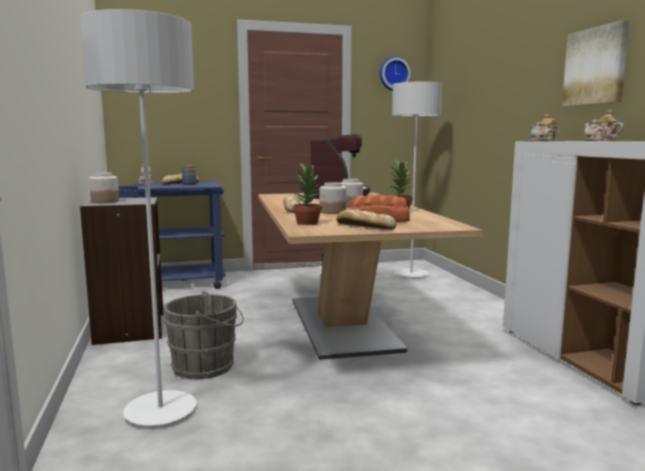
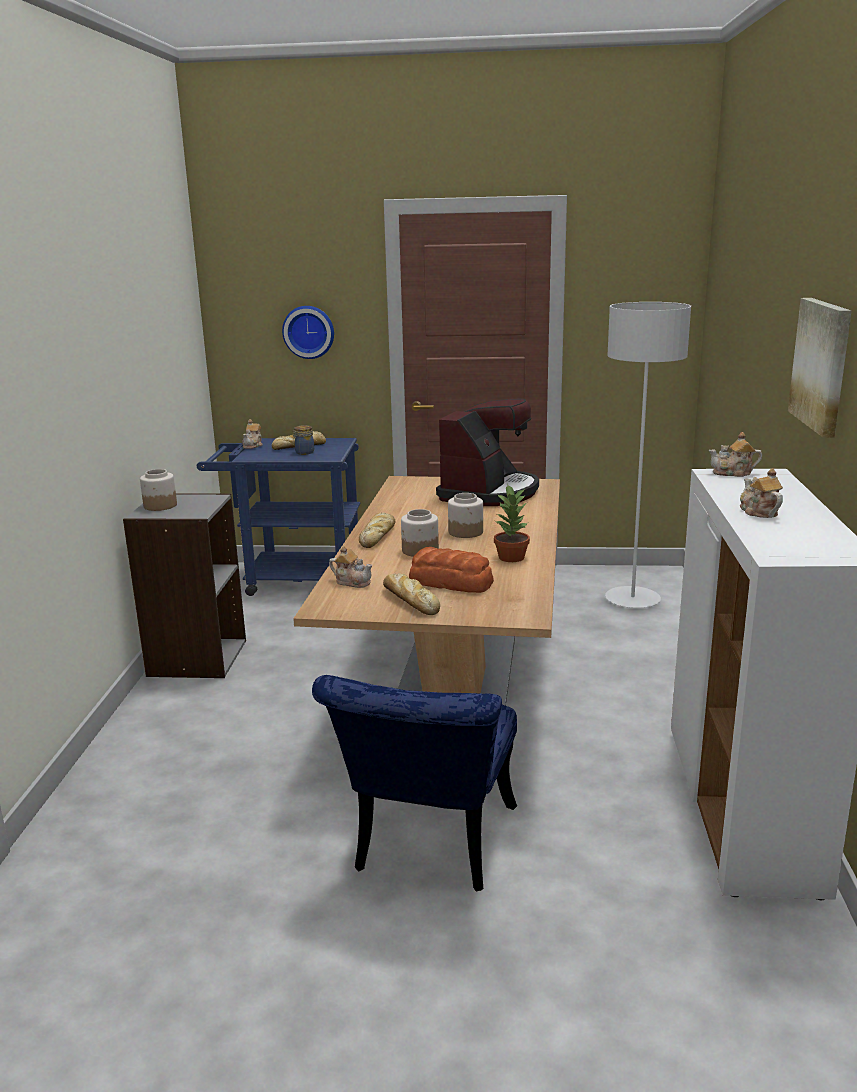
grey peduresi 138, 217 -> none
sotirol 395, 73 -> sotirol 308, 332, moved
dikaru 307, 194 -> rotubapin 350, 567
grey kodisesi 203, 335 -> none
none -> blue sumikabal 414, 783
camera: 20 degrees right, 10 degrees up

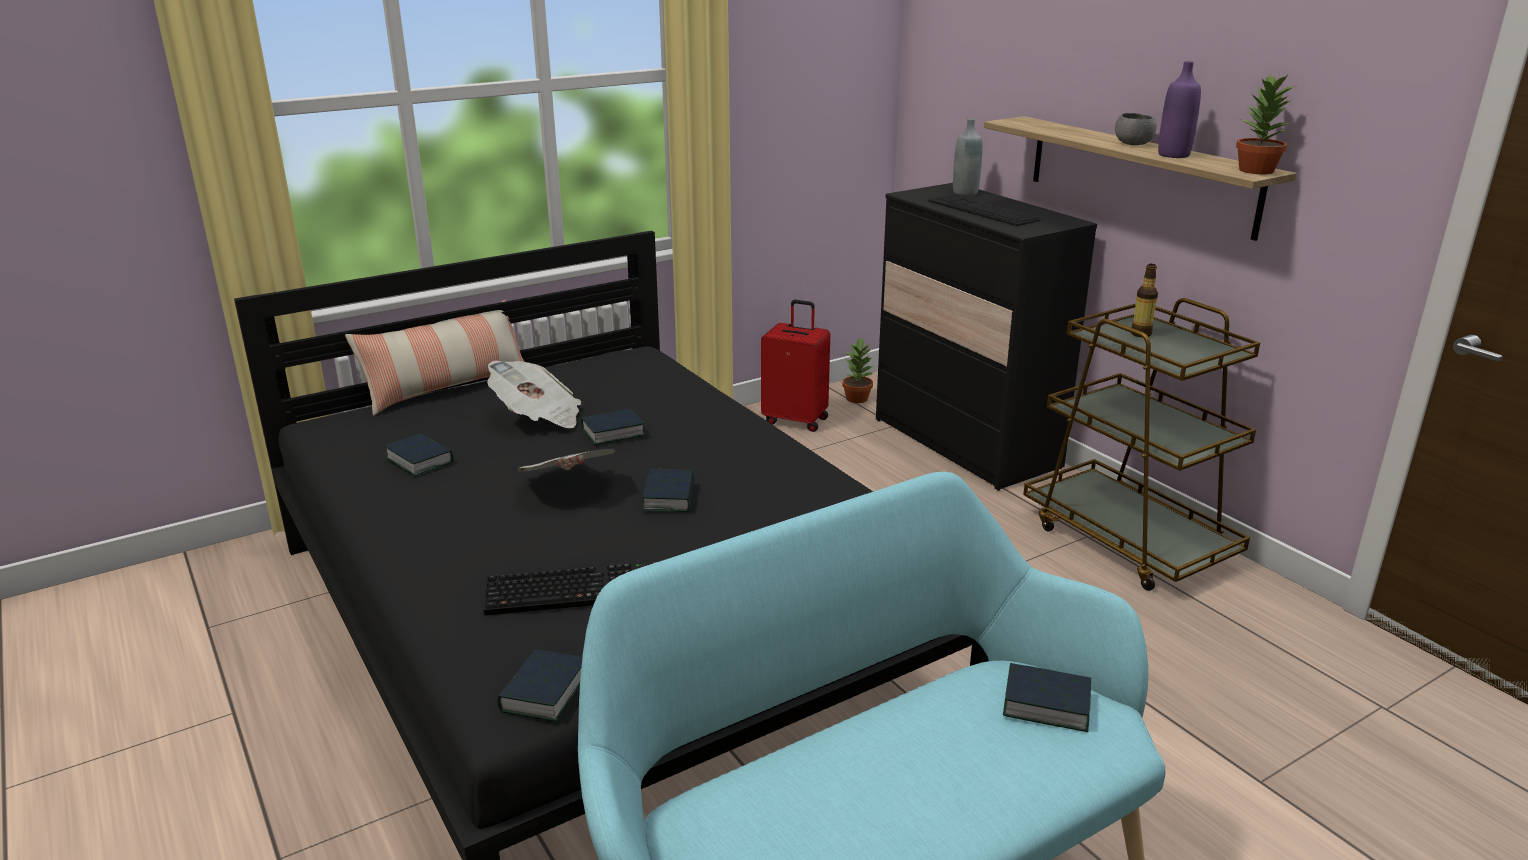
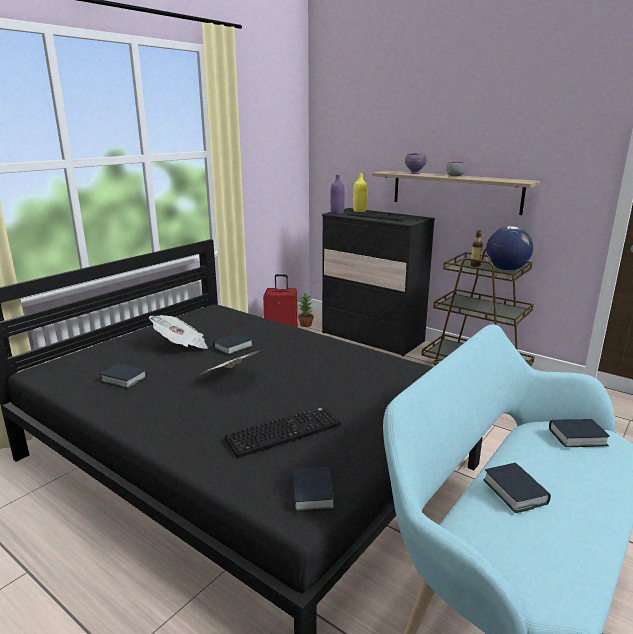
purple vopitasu 1179, 109 -> purple vopitasu 337, 194, moved
dikaru 1266, 124 -> none
grey vopitasu 968, 157 -> yellow vopitasu 360, 192
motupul 434, 358 -> none
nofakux 668, 490 -> nofakux 517, 488, moved
none -> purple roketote 416, 163
none -> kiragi 509, 248
camera: 20 degrees left, 5 degrees down

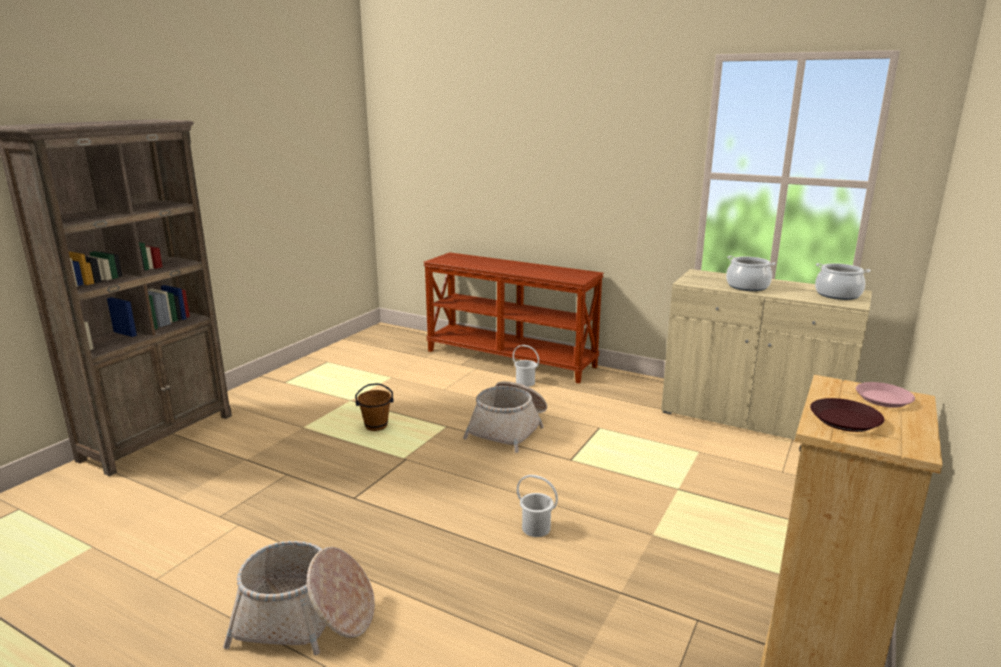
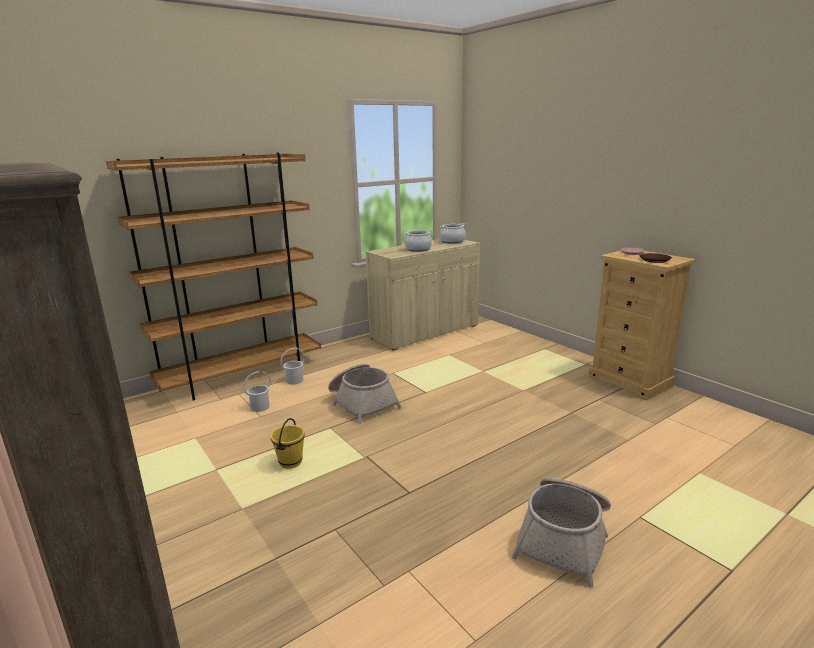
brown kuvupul 513, 318 -> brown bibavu 213, 277
brown kodisesi 374, 407 -> yellow kodisesi 288, 443
white kodisesi 537, 506 -> white kodisesi 257, 391, moved
camera: 65 degrees left, 0 degrees up

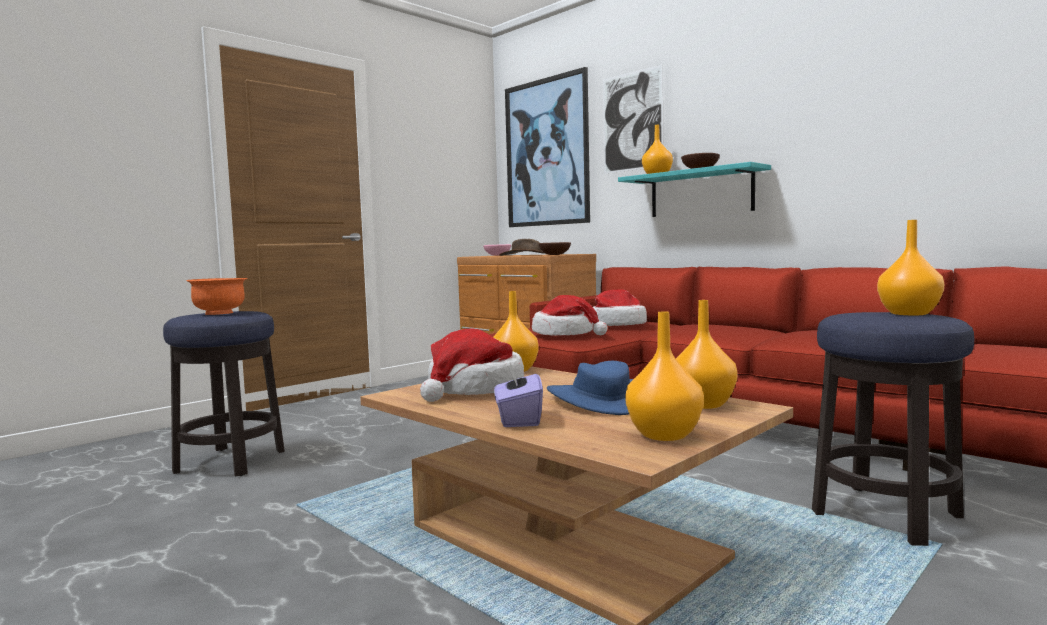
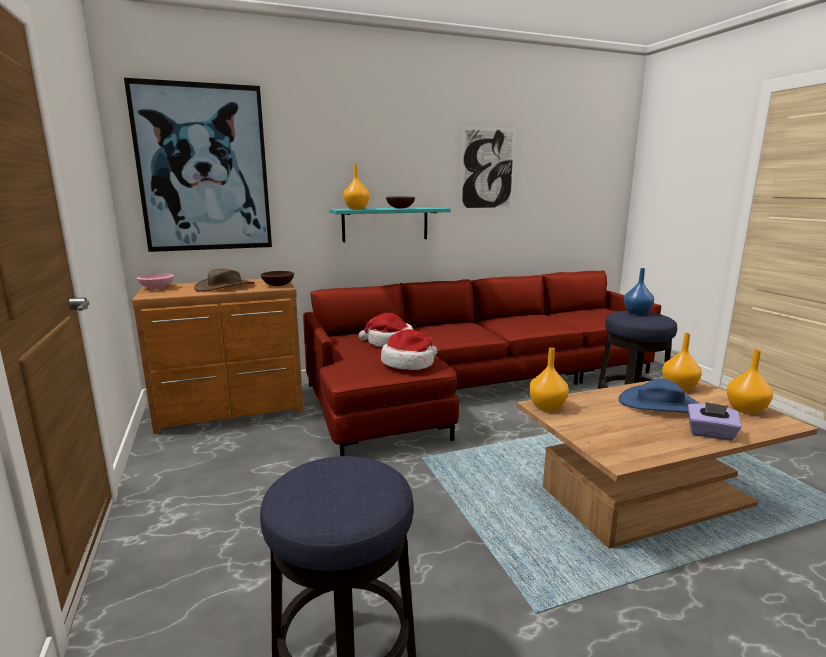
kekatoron 633, 119 -> kekatoron 488, 168, moved
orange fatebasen 910, 267 -> blue fatebasen 639, 291
orange roketote 216, 296 -> none
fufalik 472, 365 -> none
camera: 65 degrees left, 10 degrees up

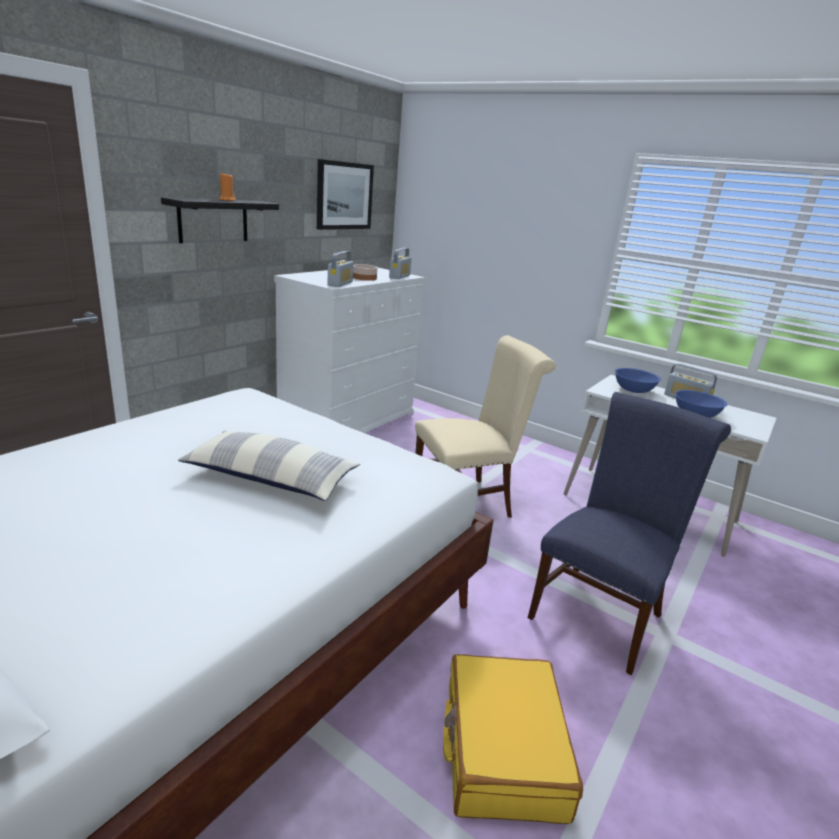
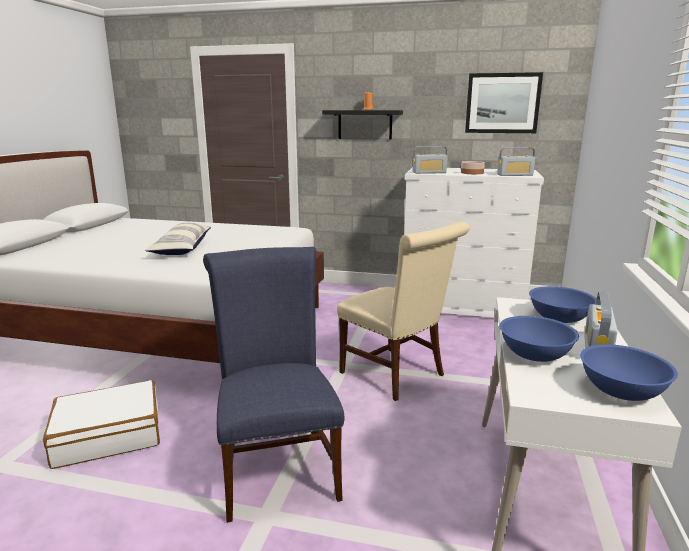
blue sumikabal 629, 533 -> blue sumikabal 274, 385, 120 degrees counterclockwise
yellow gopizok 513, 739 -> white gopizok 101, 424
none -> blue roketote 629, 372
camera: 70 degrees right, 5 degrees down

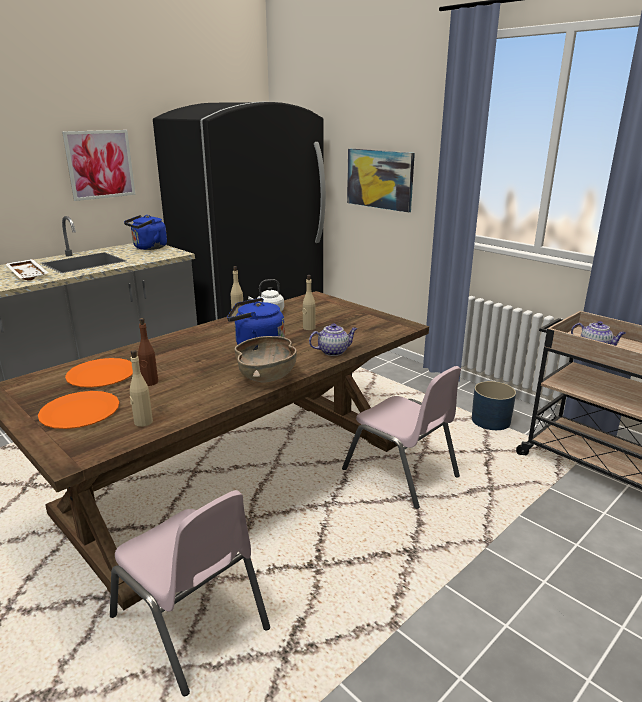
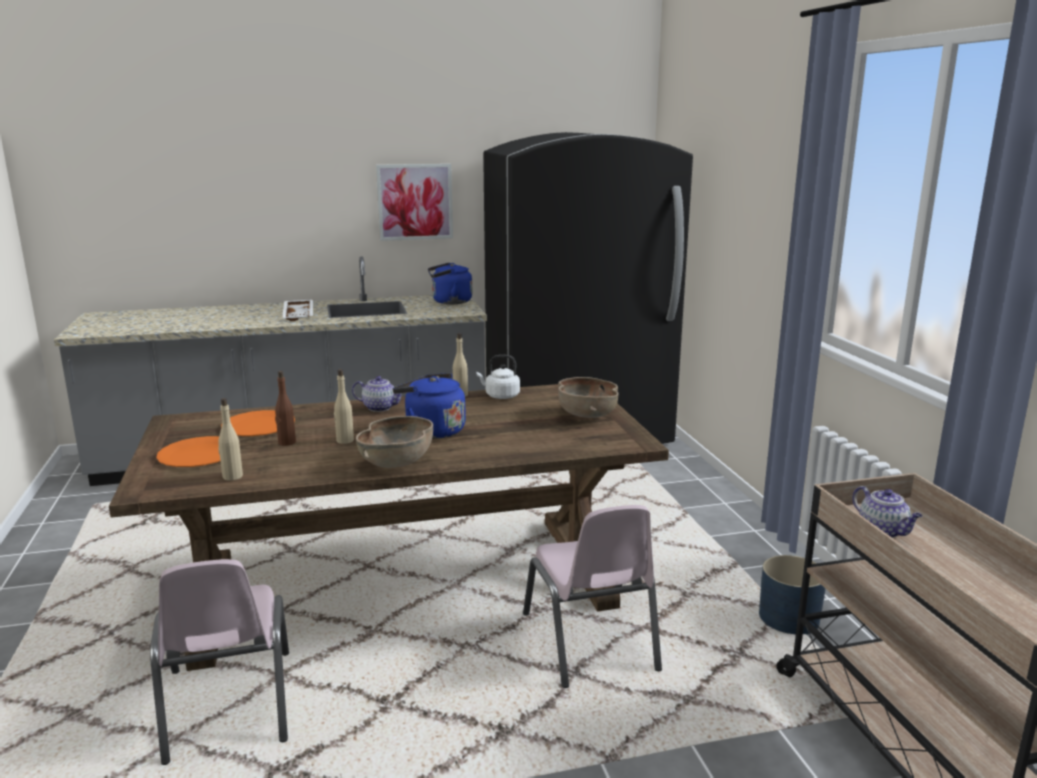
kekatoron 381, 180 -> none
beige vopitasu 309, 302 -> beige vopitasu 344, 406, moved
rotubapin 333, 339 -> rotubapin 377, 394, moved
none -> brown roketote 588, 397
camera: 30 degrees right, 5 degrees down

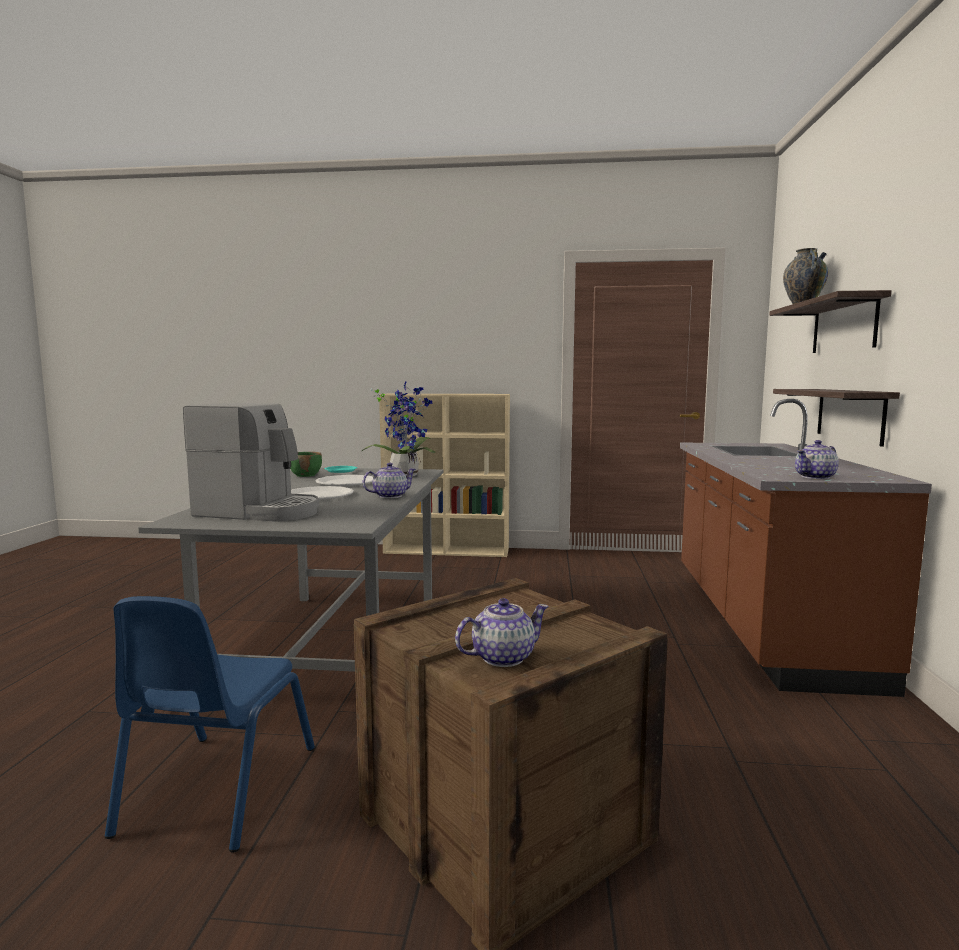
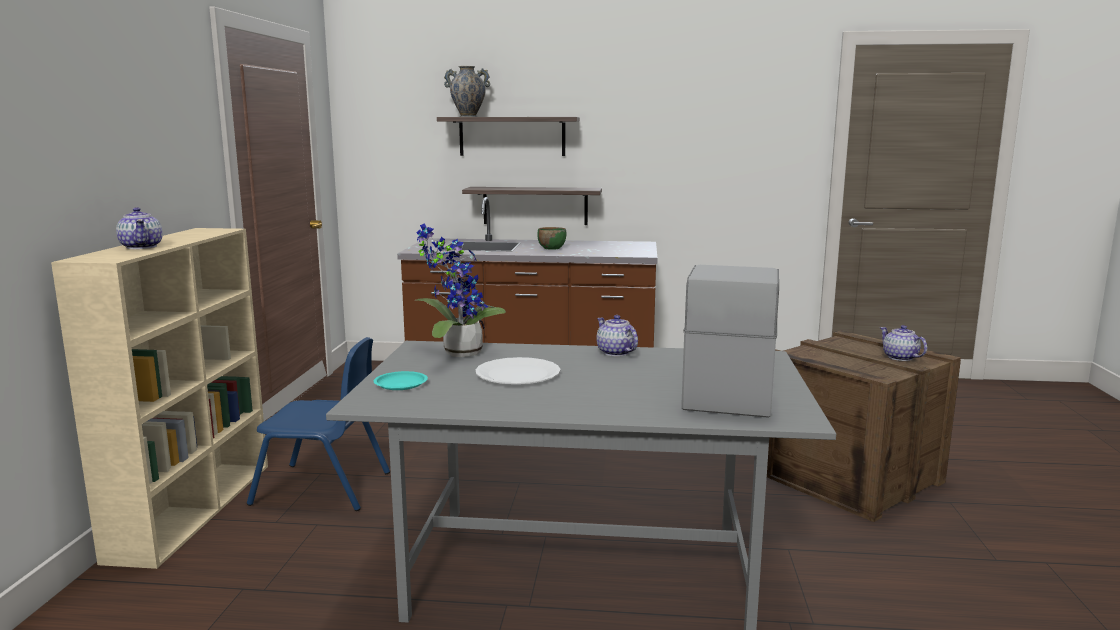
rotubapin 817, 459 -> rotubapin 139, 228, moved
green roketote 306, 464 -> green roketote 551, 238, moved
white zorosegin 322, 493 -> none
blue sumikabal 210, 724 -> blue sumikabal 318, 424, moved
camera: 90 degrees left, 5 degrees up

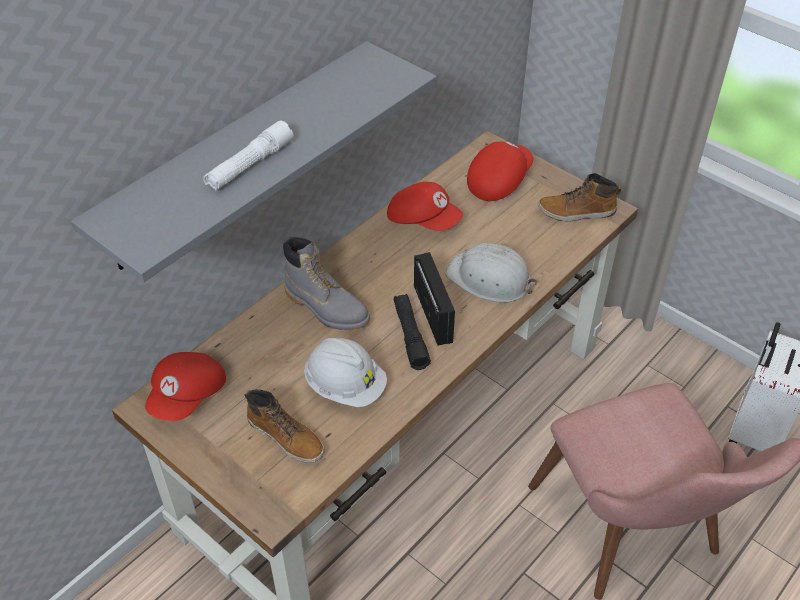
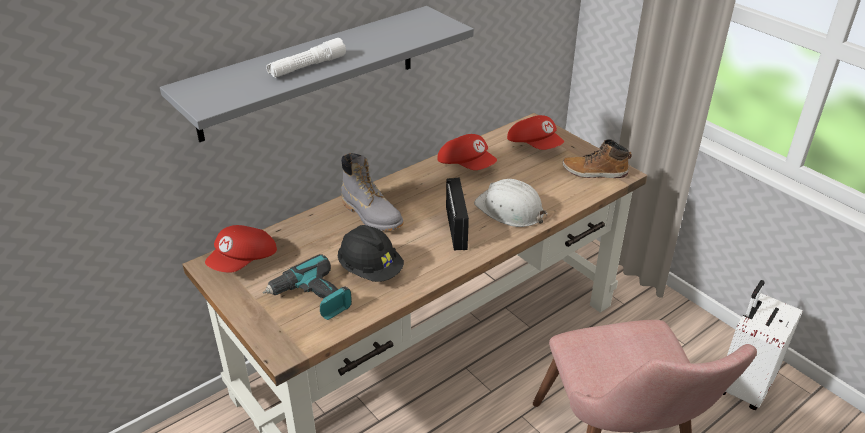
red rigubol 500, 171 -> red rigubol 535, 132, 90 degrees clockwise
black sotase 412, 332 -> none
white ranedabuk 345, 372 -> black ranedabuk 371, 253
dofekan 284, 426 -> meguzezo 307, 287
camera: 10 degrees right, 10 degrees down

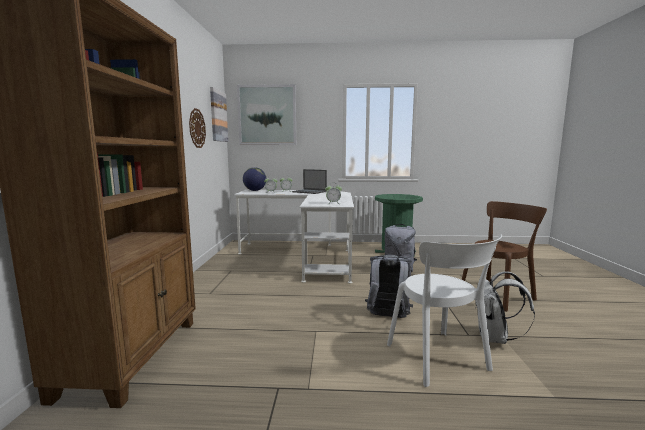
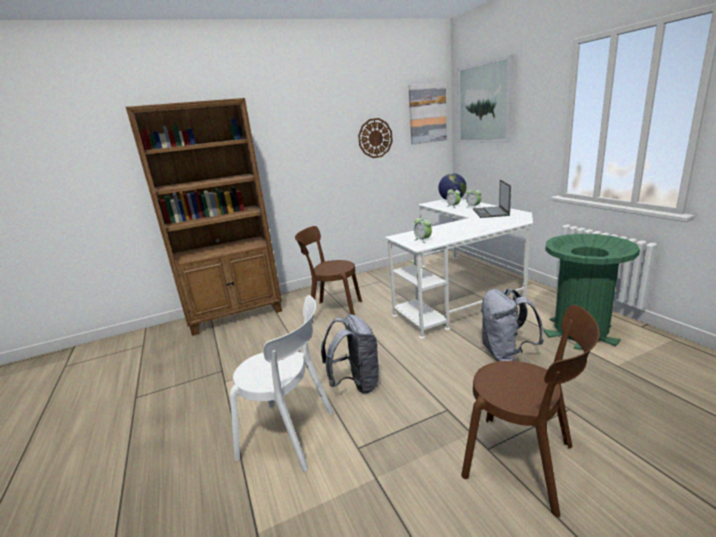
white sumikabal 444, 310 -> white sumikabal 282, 383, 120 degrees counterclockwise
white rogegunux 505, 307 -> none
none -> brown sumikabal 328, 275
camera: 65 degrees right, 10 degrees up

